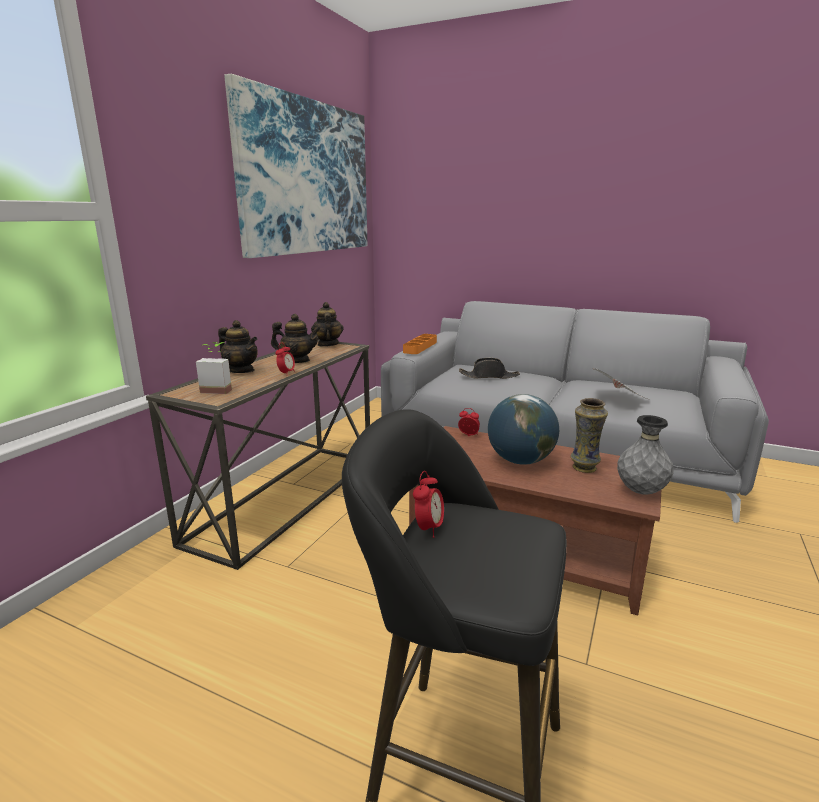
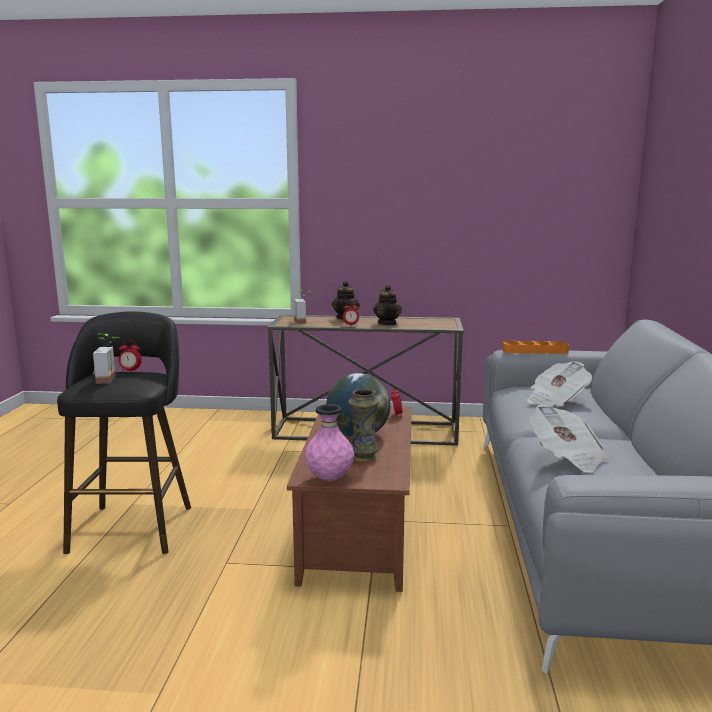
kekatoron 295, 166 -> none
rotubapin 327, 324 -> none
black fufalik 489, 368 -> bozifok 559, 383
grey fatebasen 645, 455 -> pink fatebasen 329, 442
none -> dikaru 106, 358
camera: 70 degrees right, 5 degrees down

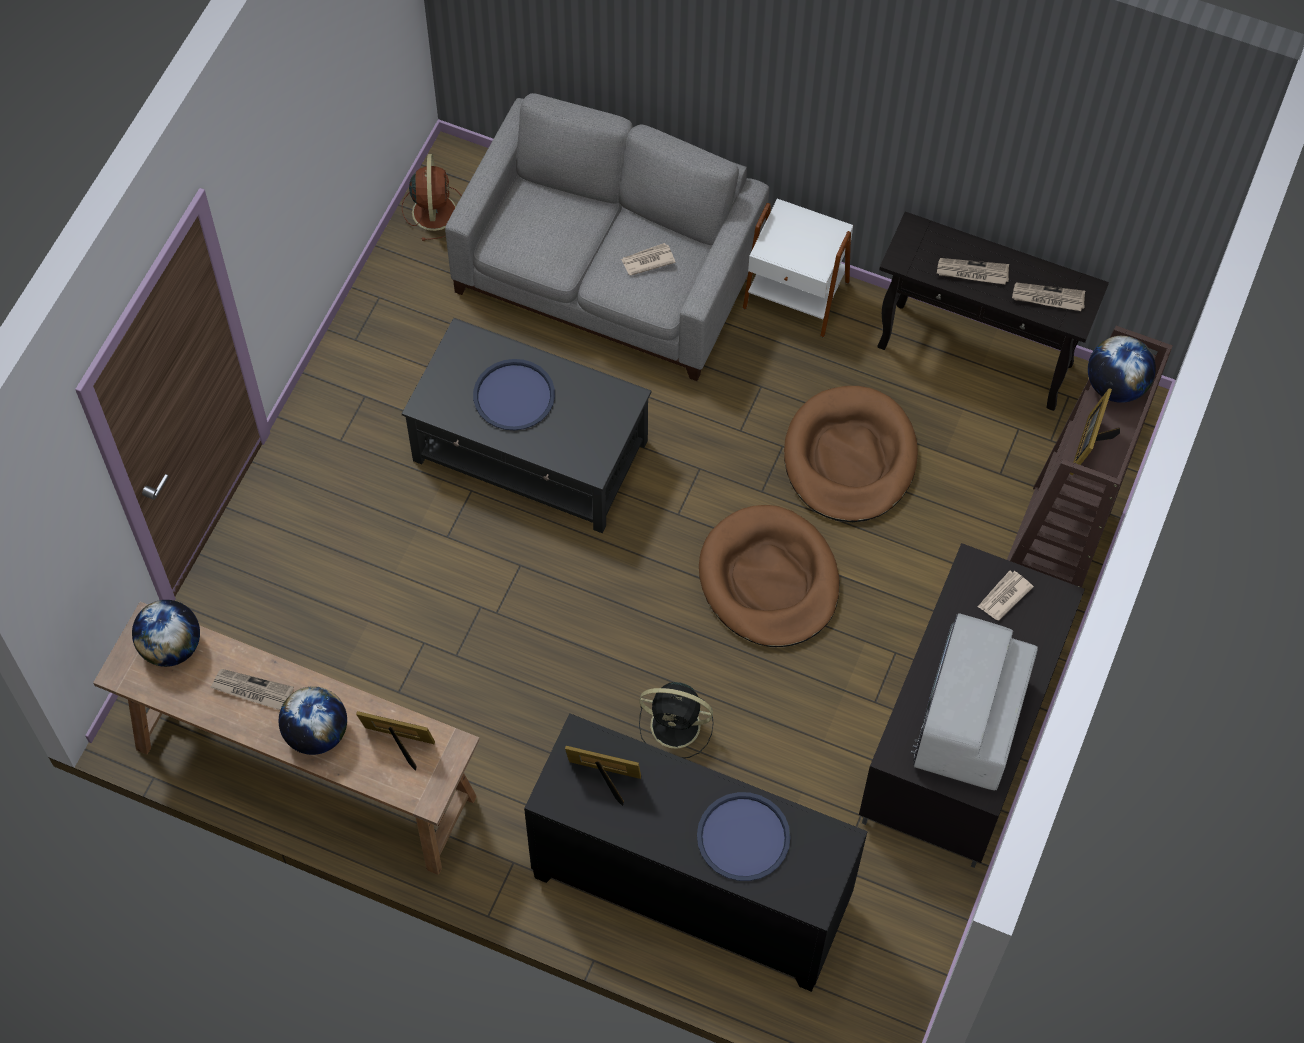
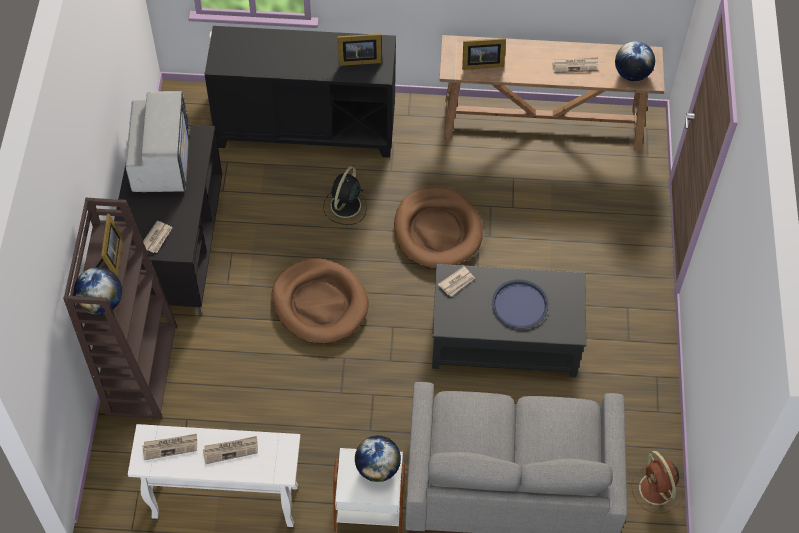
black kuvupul 993, 311 -> white kuvupul 214, 475
bozifok 648, 259 -> bozifok 456, 281, moved
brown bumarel 851, 454 -> brown bumarel 438, 227, moved
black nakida 676, 720 -> black nakida 345, 196, 60 degrees counterclockwise
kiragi 313, 720 -> kiragi 378, 459, moved
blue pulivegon 744, 836 -> none
camera: 160 degrees right, 5 degrees down

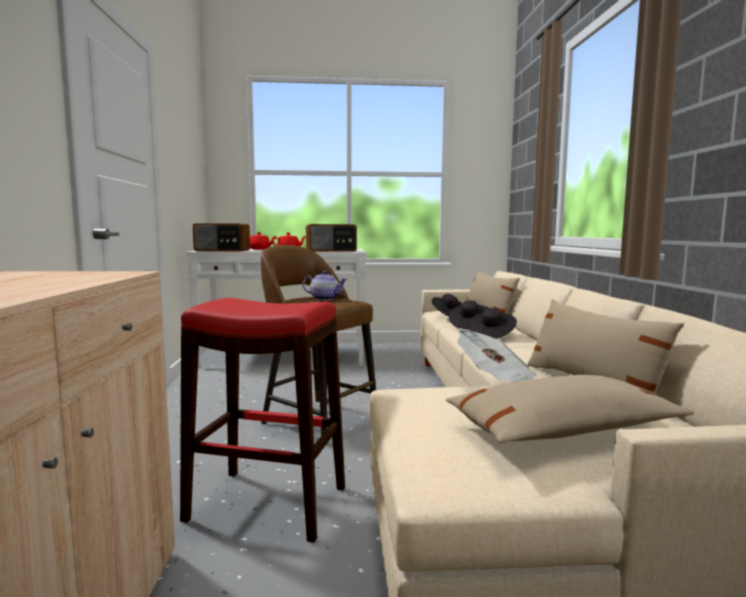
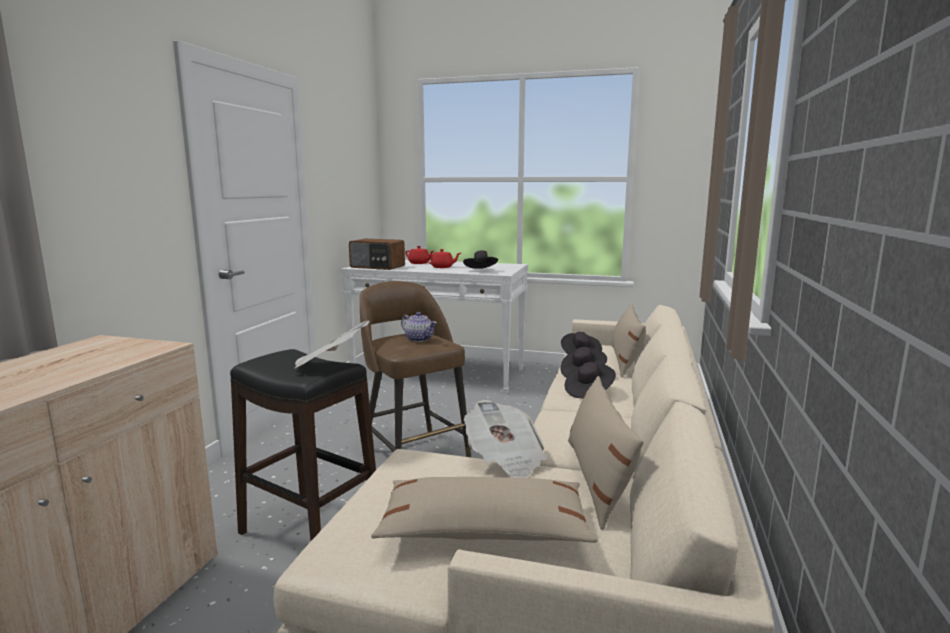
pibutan 331, 238 -> black fufalik 480, 260
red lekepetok 262, 420 -> black lekepetok 303, 445
none -> bozifok 332, 344
camera: 20 degrees right, 5 degrees up

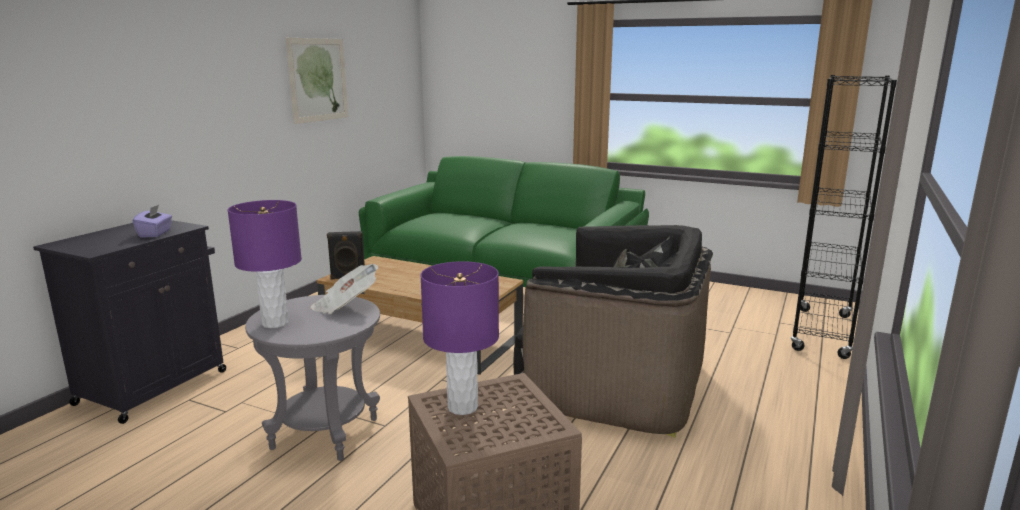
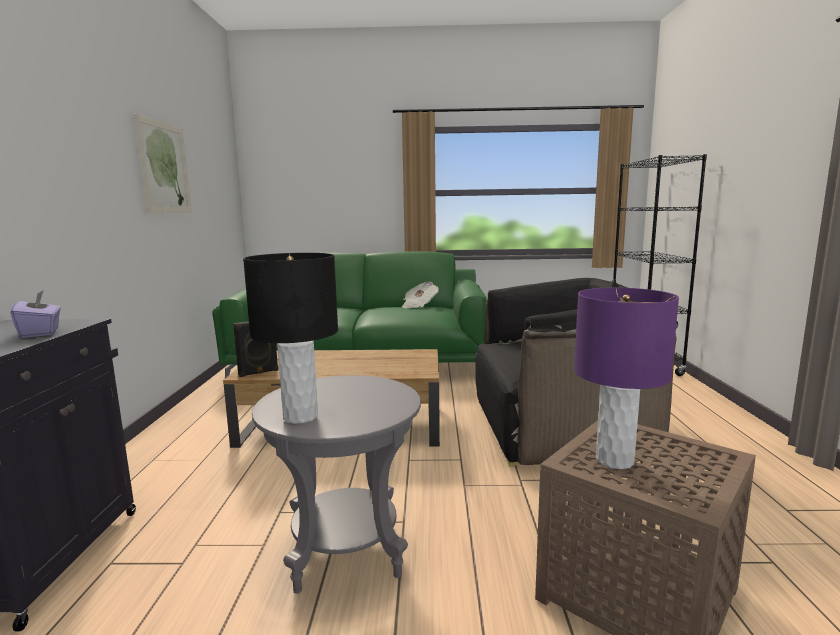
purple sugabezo 265, 264 -> black sugabezo 290, 338
bozifok 344, 289 -> bozifok 420, 295, moved
camera: 25 degrees left, 5 degrees down

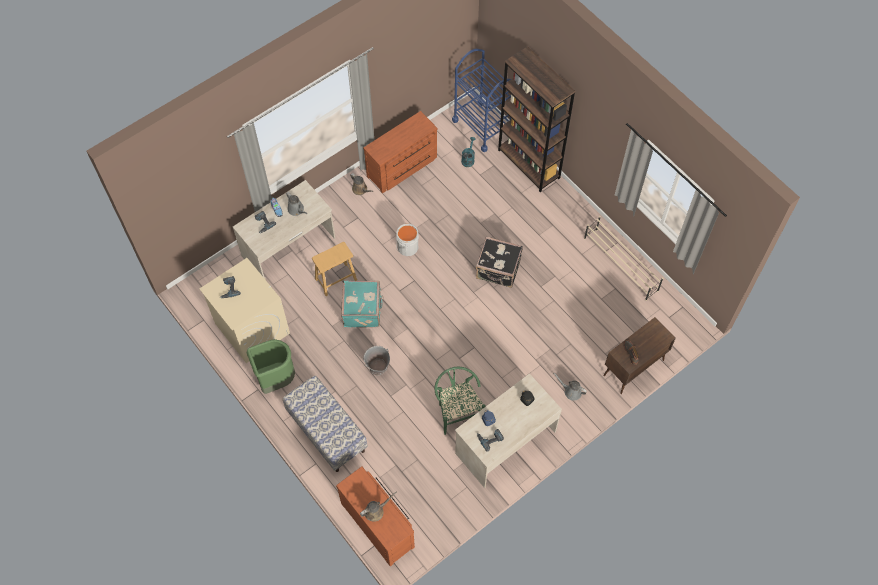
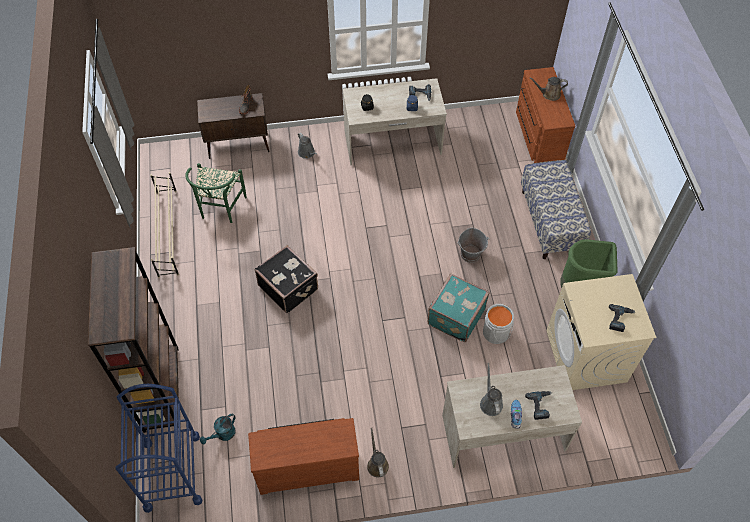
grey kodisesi 407, 239 -> grey kodisesi 498, 324, moved
brown lekepetok 334, 269 -> none
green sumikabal 460, 401 -> green sumikabal 216, 193, moved
camera: 150 degrees left, 5 degrees down

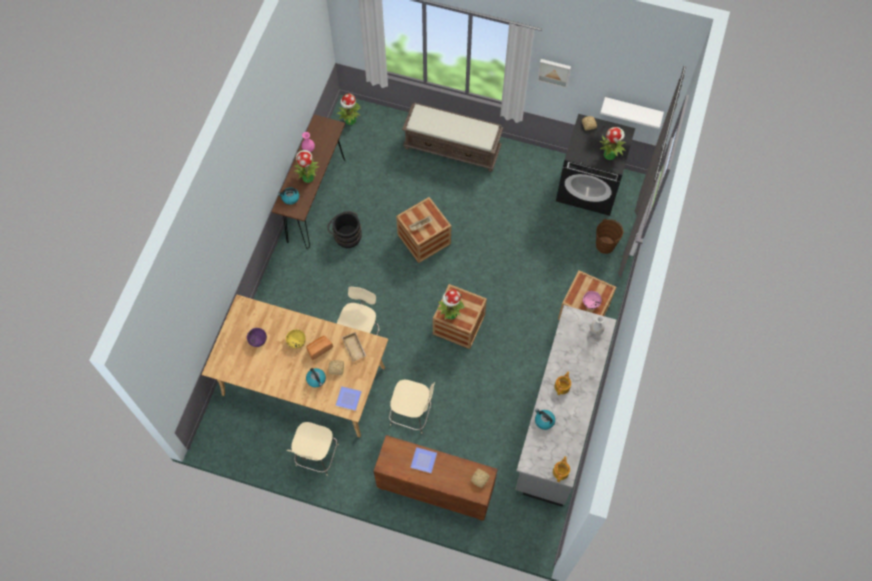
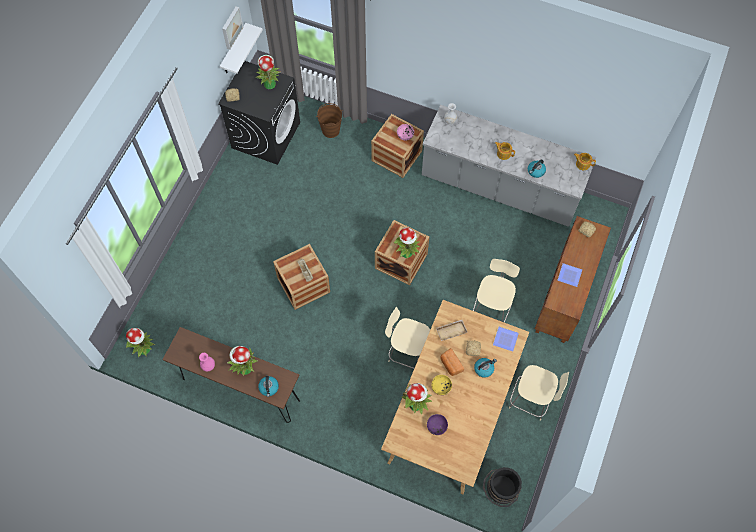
kekatoron 554, 73 -> kekatoron 232, 28, moved
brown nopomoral 452, 137 -> none
black kodisesi 344, 229 -> black kodisesi 502, 487, moved
none -> dikaru 416, 399
camera: 85 degrees left, 0 degrees up

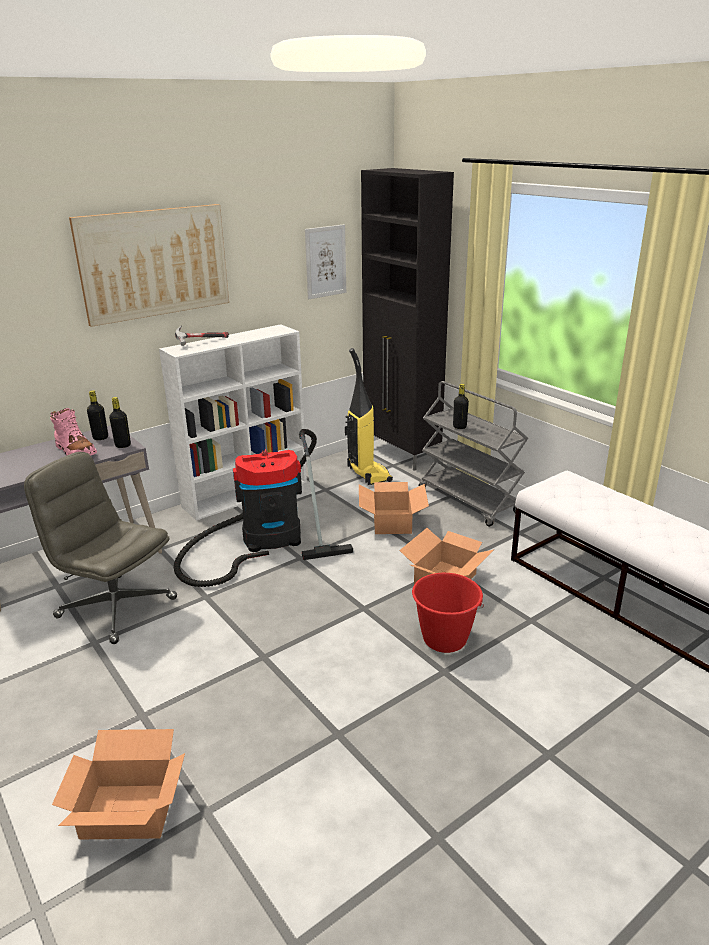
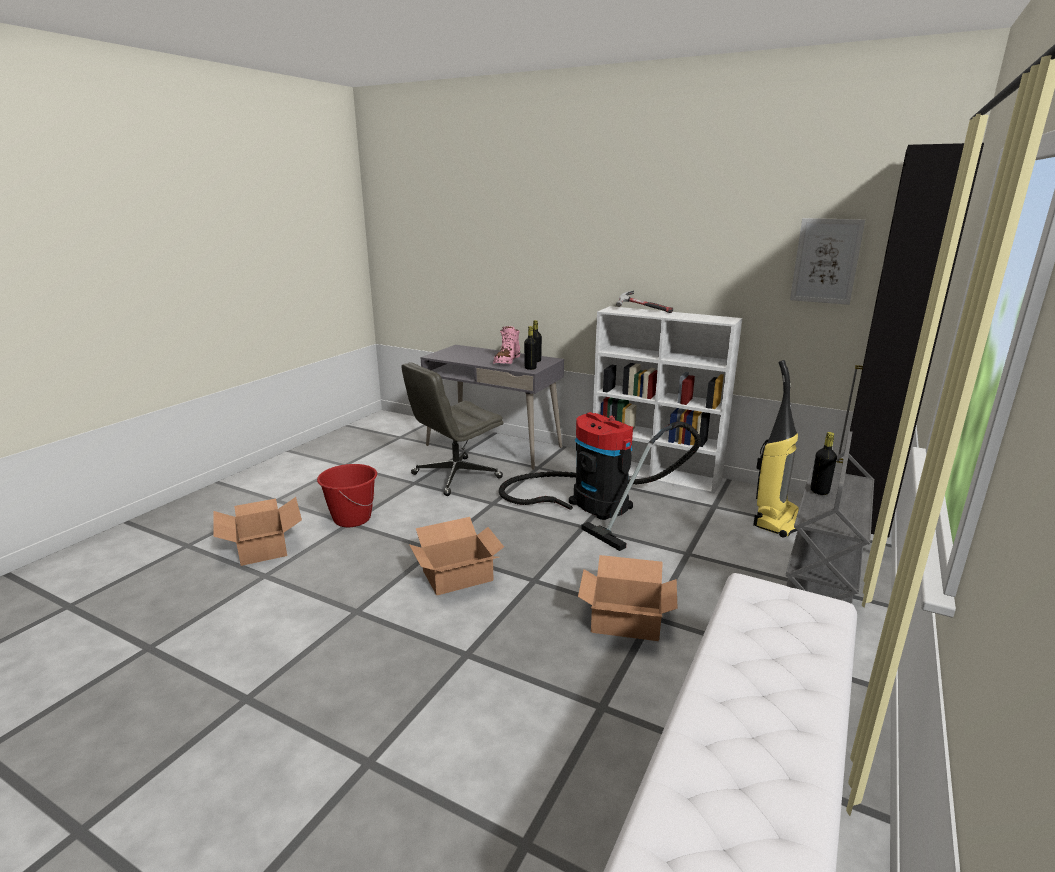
kekatoron 149, 265 -> none
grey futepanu 100, 548 -> grey futepanu 452, 429, 135 degrees counterclockwise
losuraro 394, 508 -> losuraro 456, 556, moved
red kodisesi 448, 613 -> red kodisesi 347, 495, moved
camera: 65 degrees right, 5 degrees down

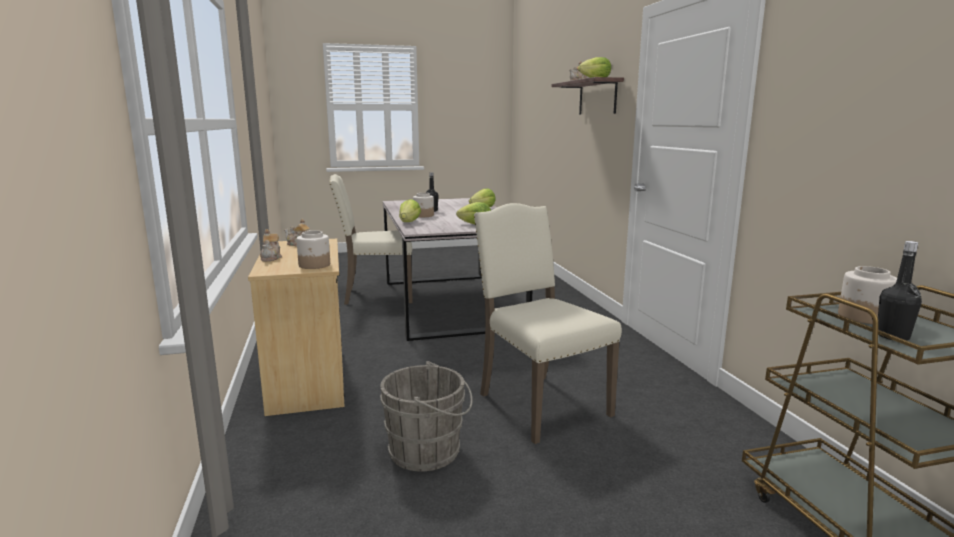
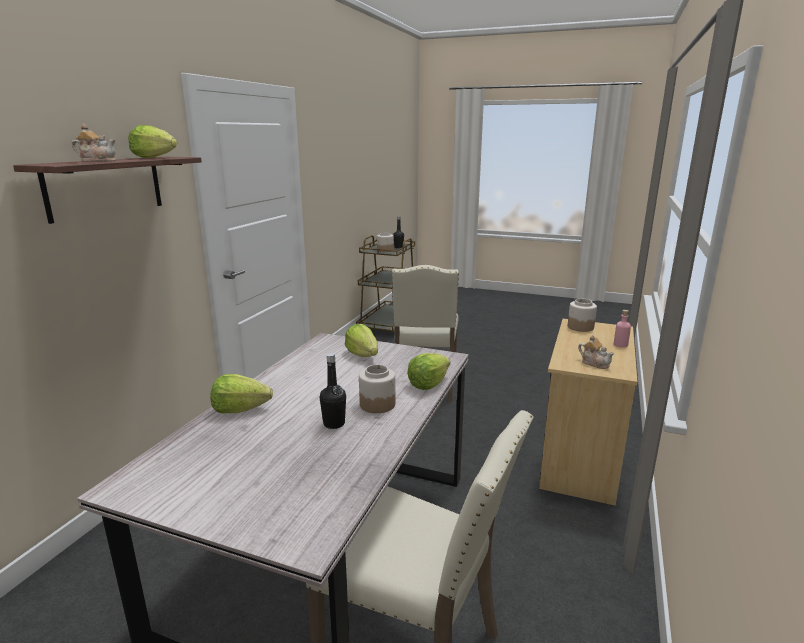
rotubapin 271, 245 -> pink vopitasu 622, 329
grey kodisesi 426, 416 -> none
camera: 145 degrees left, 5 degrees up

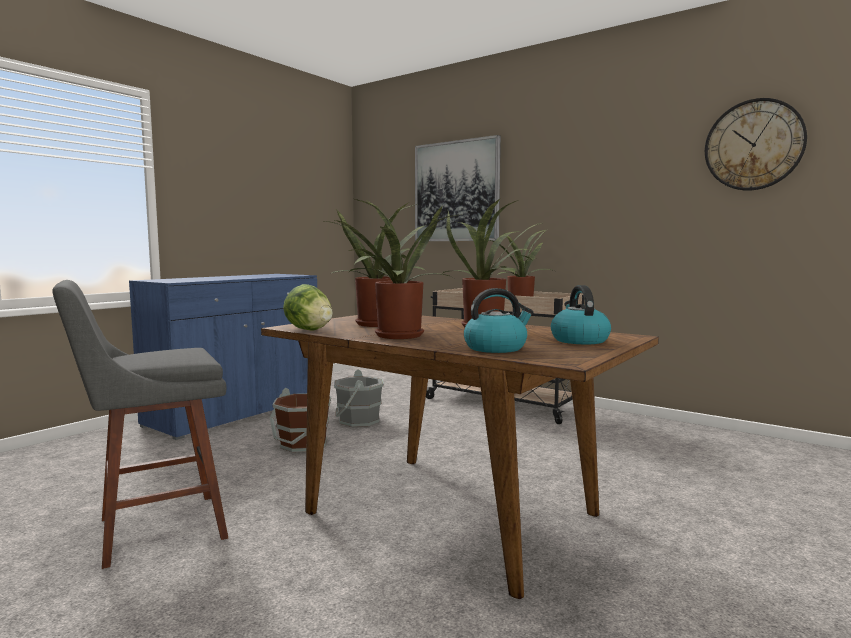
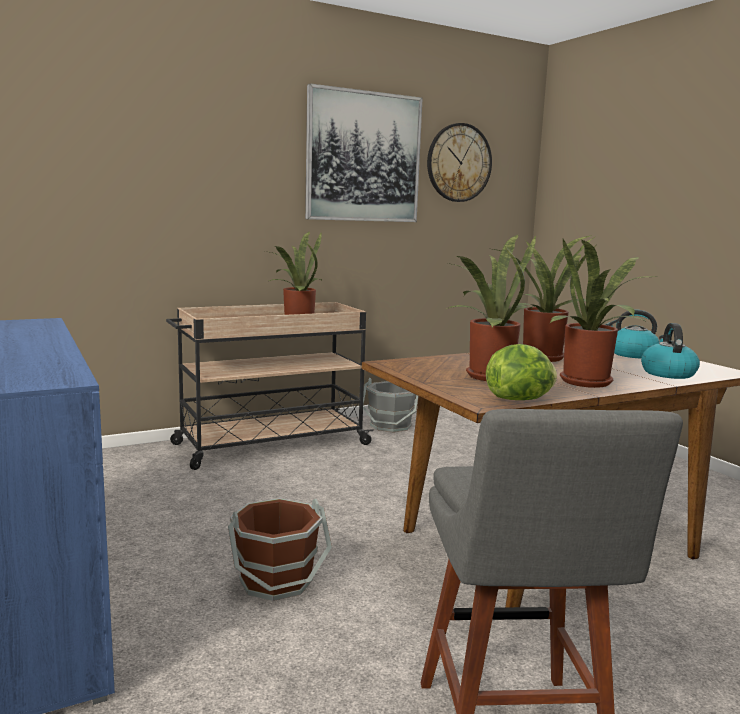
kekatoron 458, 188 -> kekatoron 364, 152, moved
grey kodisesi 359, 398 -> grey kodisesi 391, 405, moved
camera: 65 degrees left, 5 degrees up

